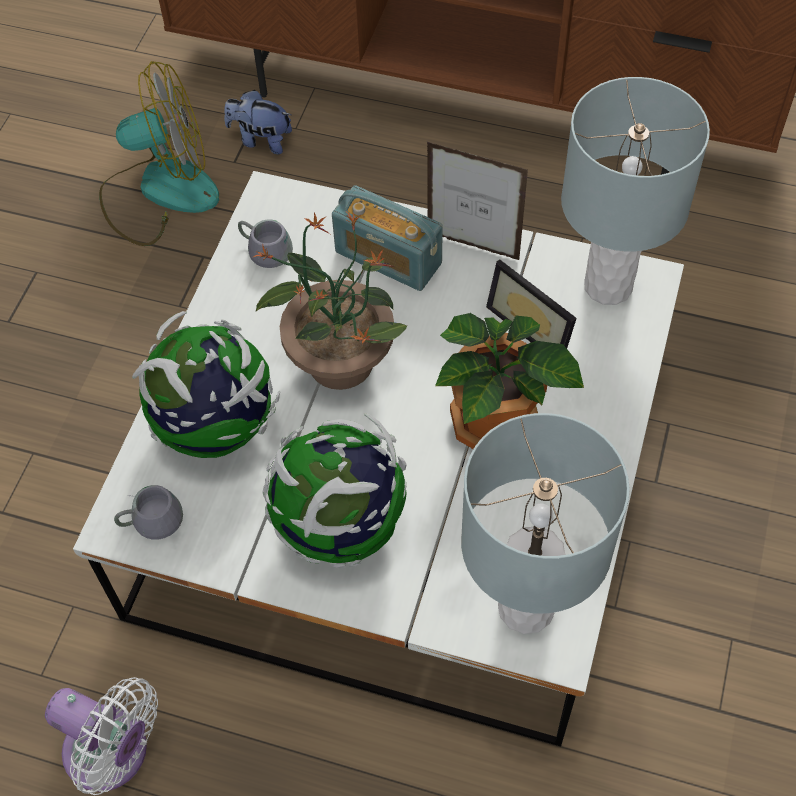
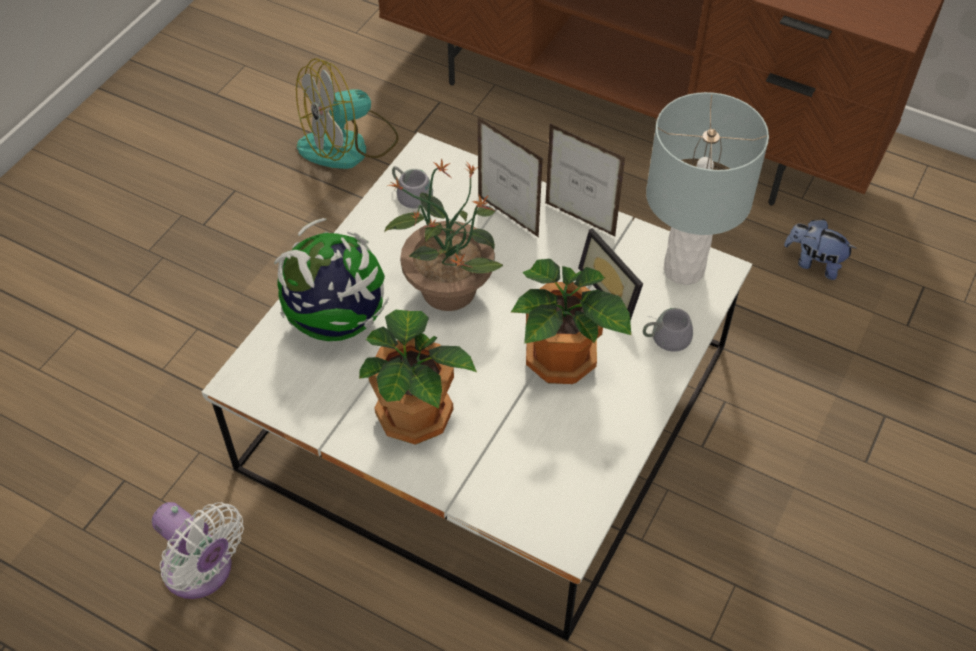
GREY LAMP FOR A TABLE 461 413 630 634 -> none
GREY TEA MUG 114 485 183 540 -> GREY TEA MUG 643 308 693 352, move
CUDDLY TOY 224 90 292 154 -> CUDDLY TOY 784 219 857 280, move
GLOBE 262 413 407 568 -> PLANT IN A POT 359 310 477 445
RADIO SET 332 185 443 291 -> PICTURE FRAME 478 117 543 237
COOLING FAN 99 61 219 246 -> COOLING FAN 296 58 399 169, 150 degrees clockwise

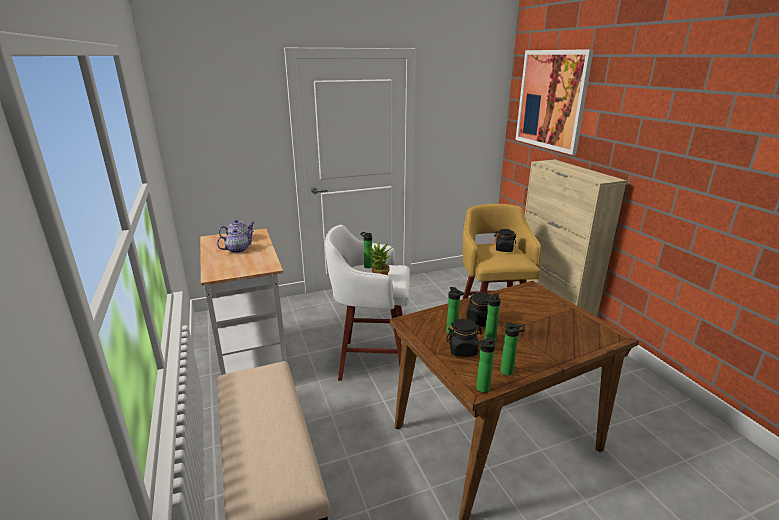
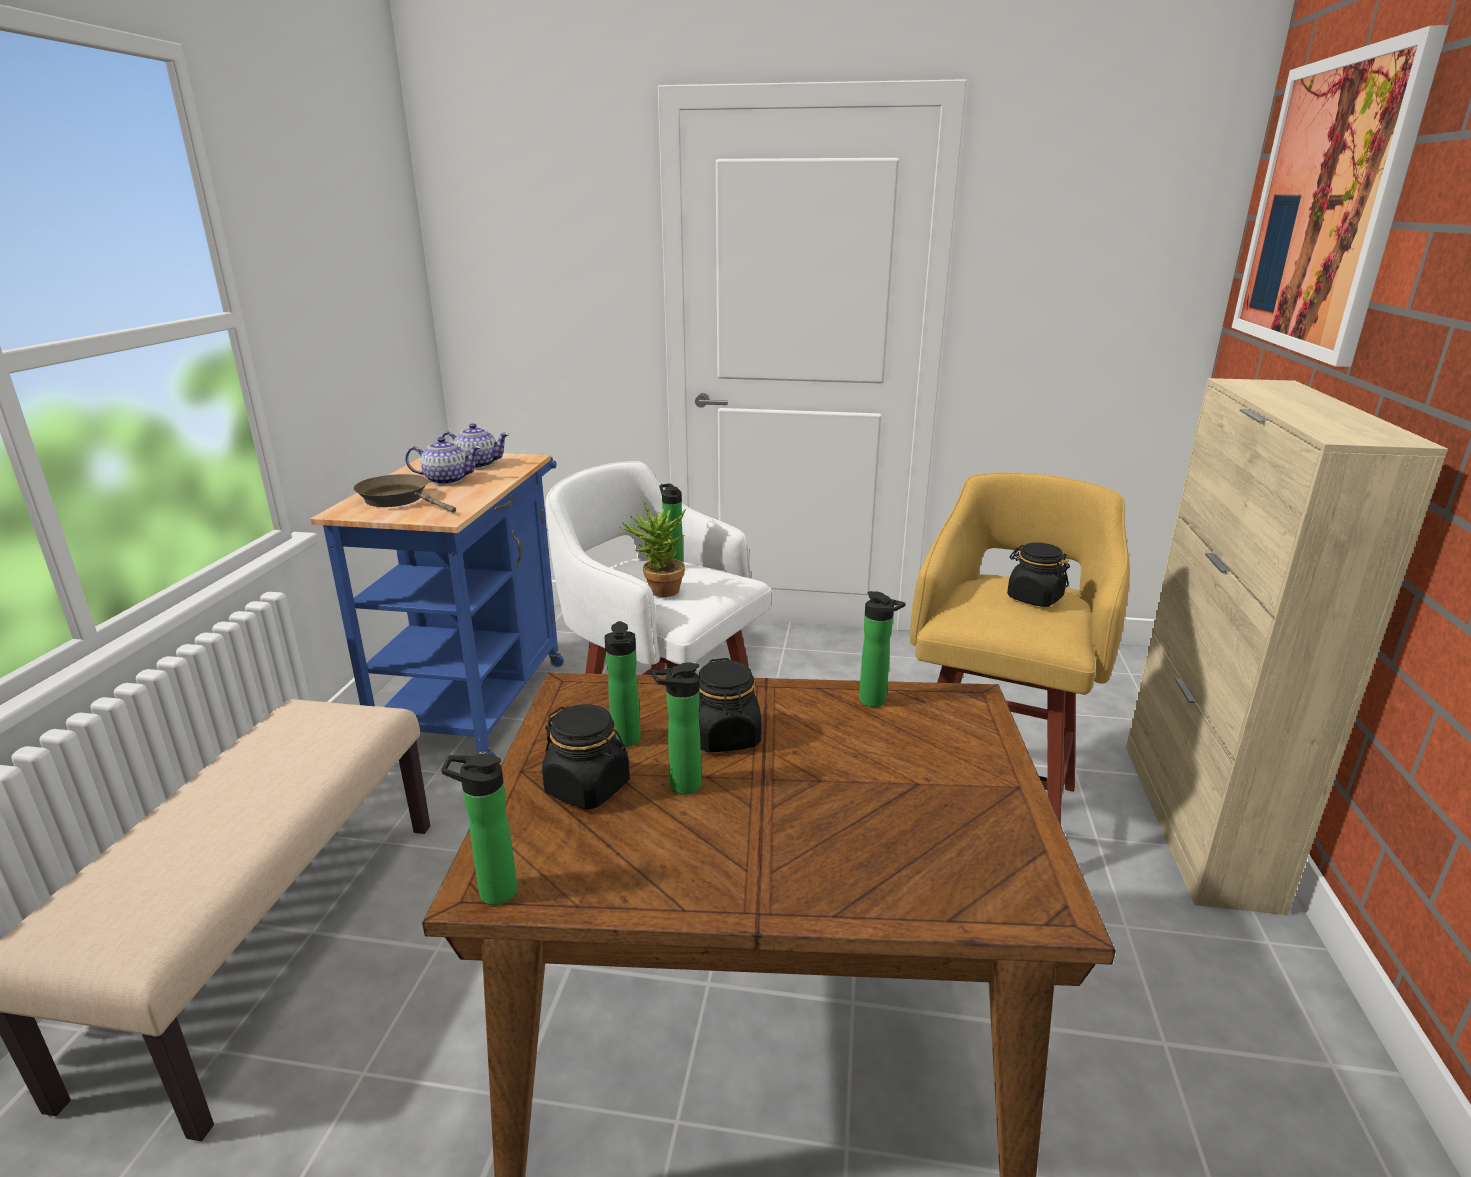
none -> BROWN-COLOURED FRYING PAN 353 474 456 513
BEVERAGE BOTTLE 500 323 525 376 -> BEVERAGE BOTTLE 859 591 906 707, move
WHITE TROLLEY 200 229 287 375 -> BLUE-COLOURED TROLLEY 310 453 564 756

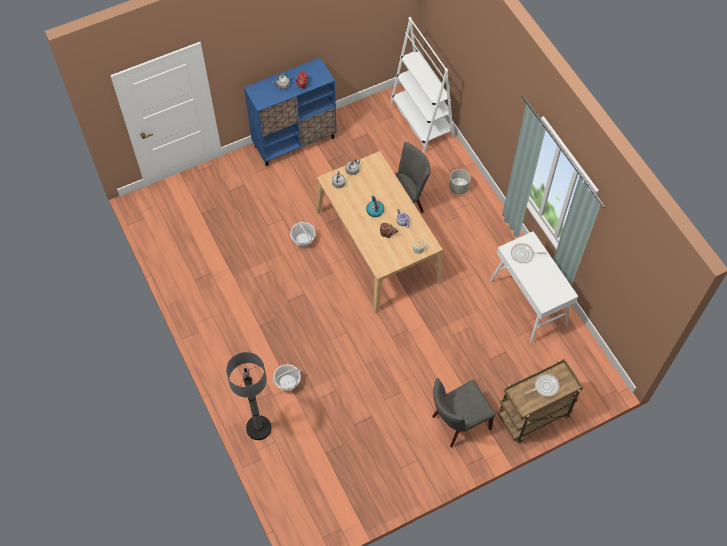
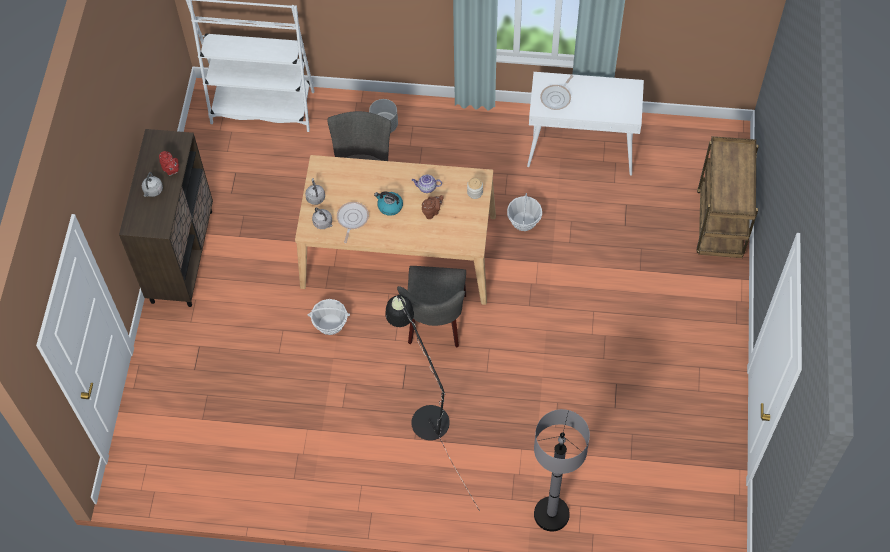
none -> BLACK STANDARD LAMP 385 295 480 511
HOUSEHOLD BASKET 273 364 301 391 -> HOUSEHOLD BASKET 507 193 542 231, move
GREY CHAIR 432 378 496 447 -> GREY CHAIR 397 266 466 348, move
FRYING PAN 524 374 560 397 -> FRYING PAN 337 202 369 243, move
BLUE-COLOURED STORAGE CABINET 244 58 337 166 -> BROWN-COLOURED STORAGE CABINET 119 129 213 307

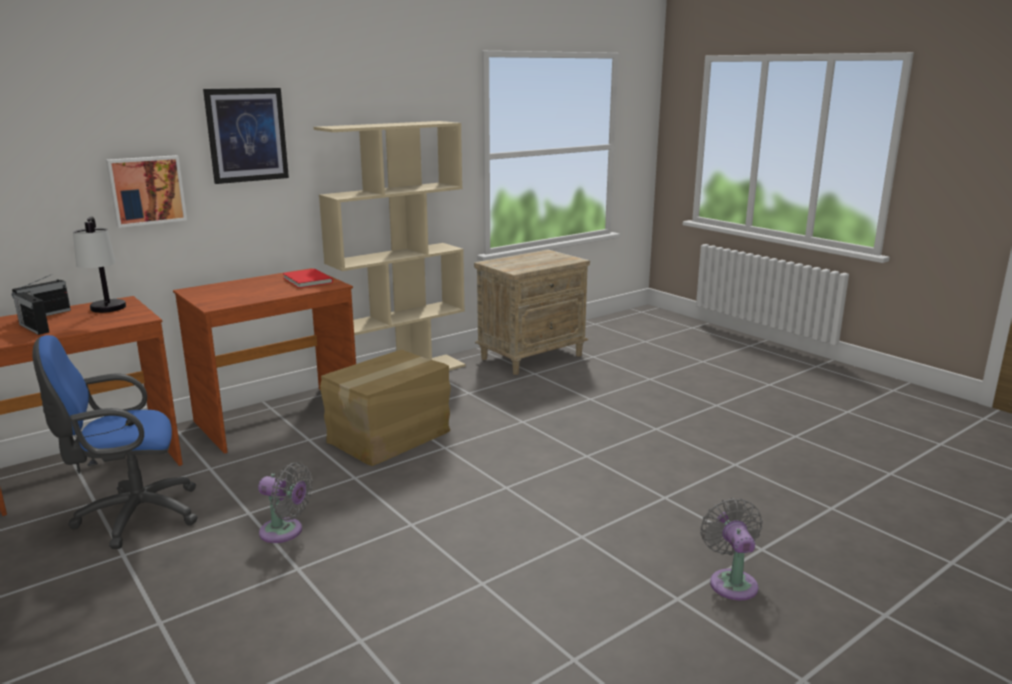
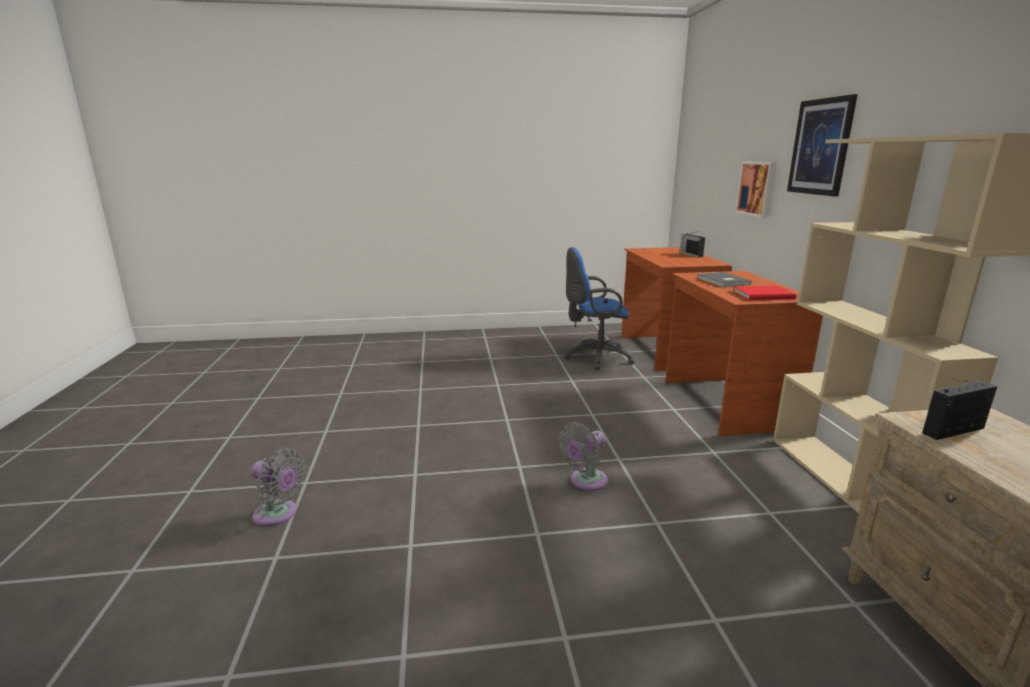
LAMP FOR A TABLE 73 216 126 313 -> none
CARTON 320 350 451 466 -> none
none -> GREY BOUND BOOK 697 272 751 287
RADIO SET 13 291 49 335 -> RADIO SET 922 379 997 440, move
GREY COOLING FAN 258 462 312 543 -> GREY COOLING FAN 559 422 608 491, move
BLUE-COLOURED OFFICE CHAIR 32 335 198 549 -> BLUE-COLOURED OFFICE CHAIR 564 247 636 370, 105 degrees counterclockwise

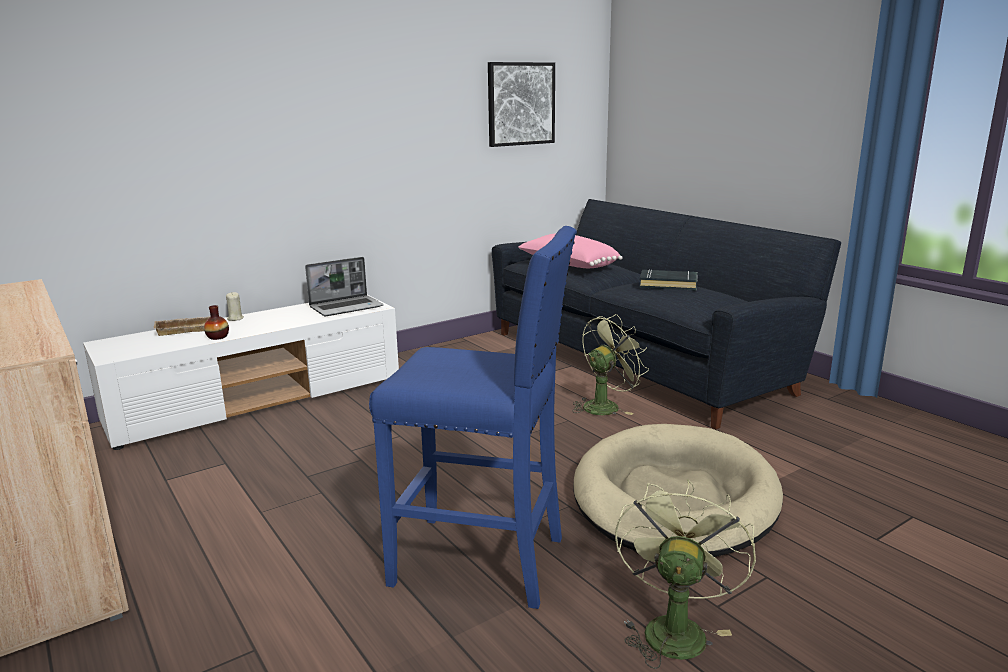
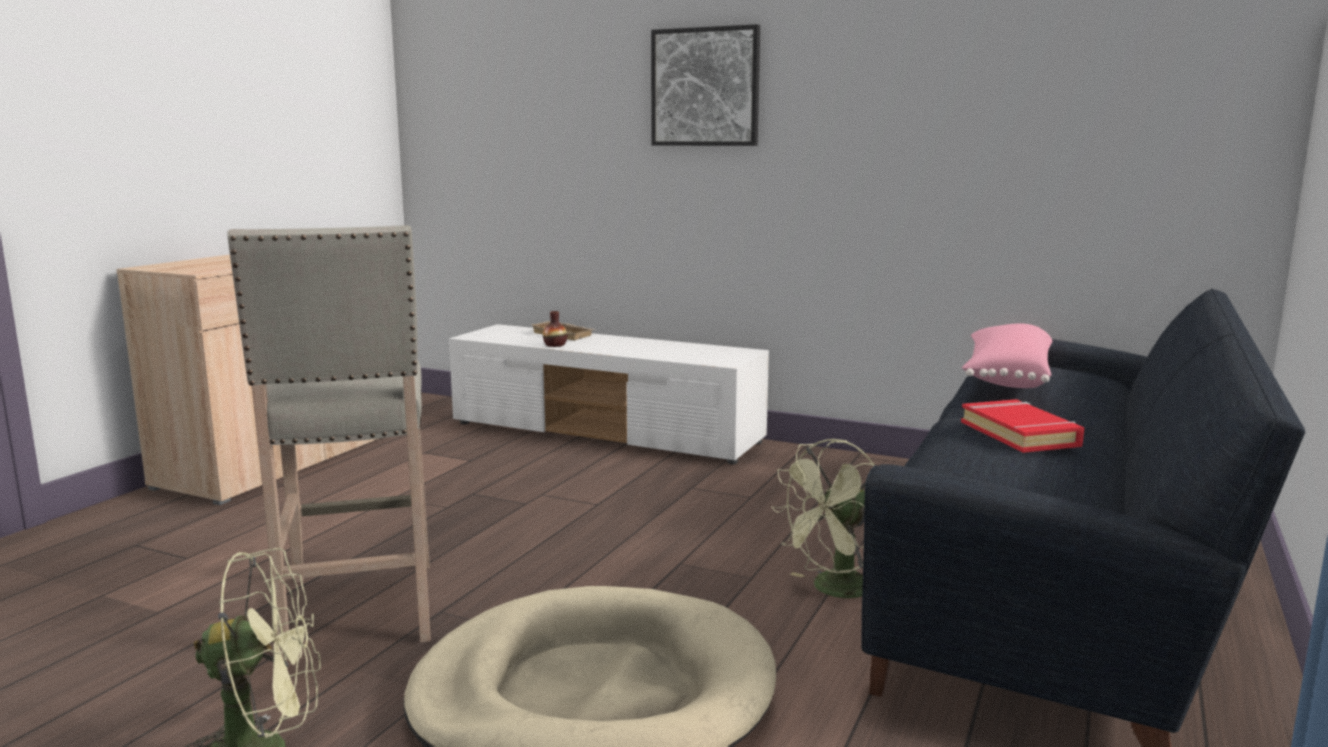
SAND-COLOURED WAX CANDLE 226 292 244 321 -> none
PORTABLE COMPUTER 305 257 383 316 -> none
WALL PICTURE 488 62 555 147 -> WALL PICTURE 651 24 760 146, move
BLUE-COLOURED SITTING STOOL 369 226 577 609 -> SAND-COLOURED SITTING STOOL 227 225 431 660
BLACK BOUND BOOK 639 269 697 291 -> REDDISH BOUND BOOK 961 399 1084 453
GREEN COOLING FAN 573 314 649 415 -> GREEN COOLING FAN 771 439 875 598, 120 degrees clockwise

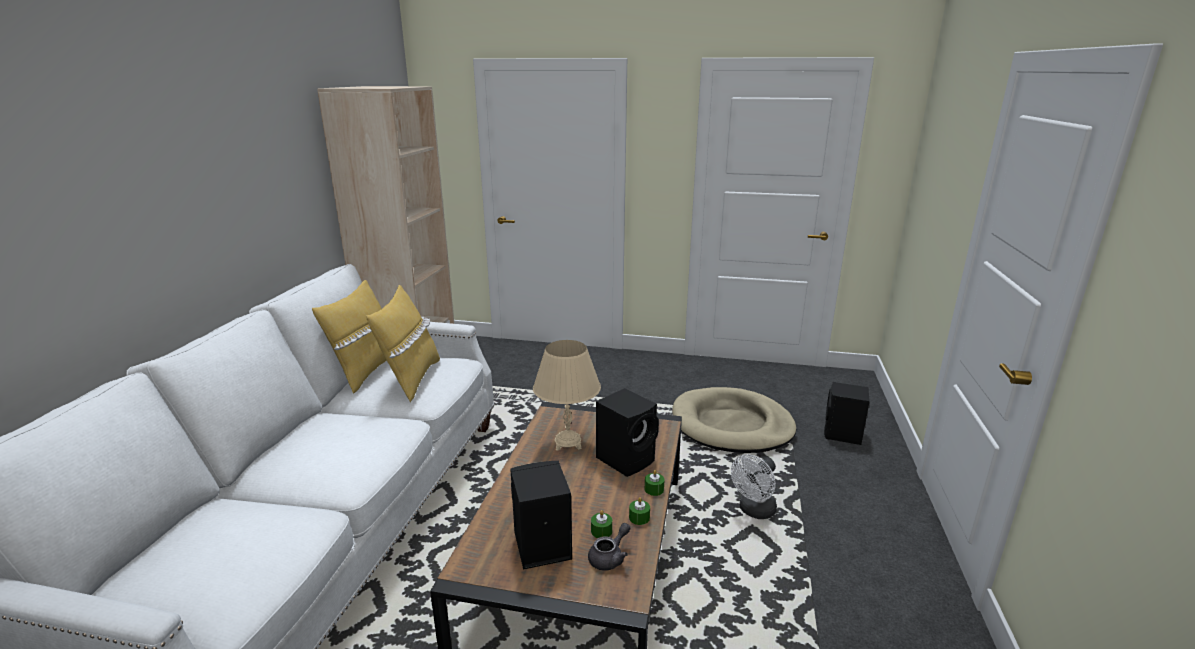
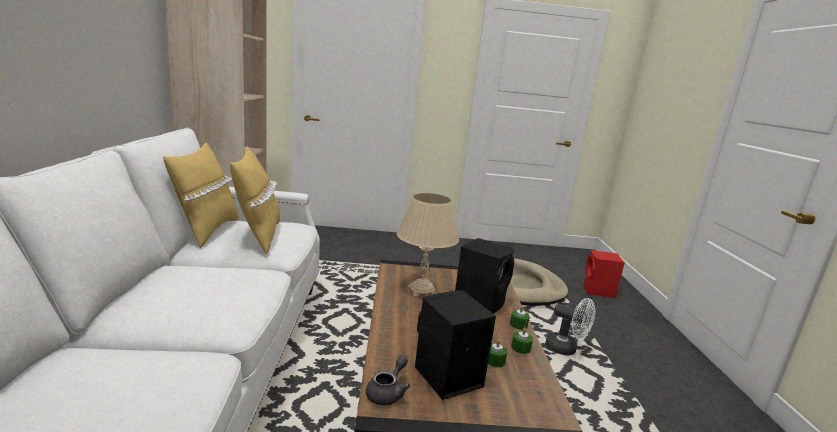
GREY POT FOR TEA 588 523 630 571 -> GREY POT FOR TEA 366 355 410 406, move
BLACK LOUDSPEAKER 824 382 870 445 -> REDDISH LOUDSPEAKER 583 250 625 298
WHITE COOLING FAN 731 454 777 519 -> WHITE COOLING FAN 545 298 595 355, 90 degrees counterclockwise

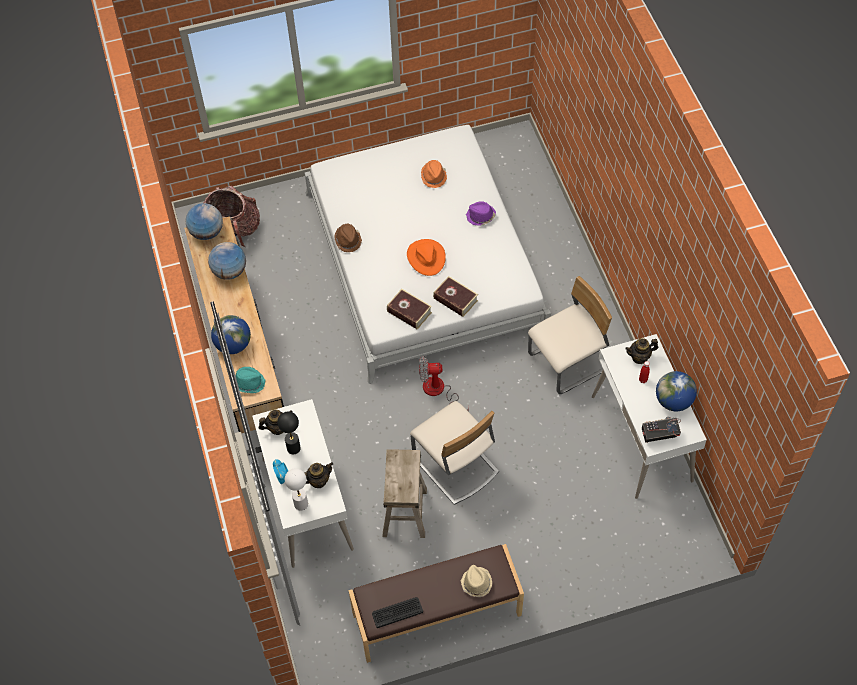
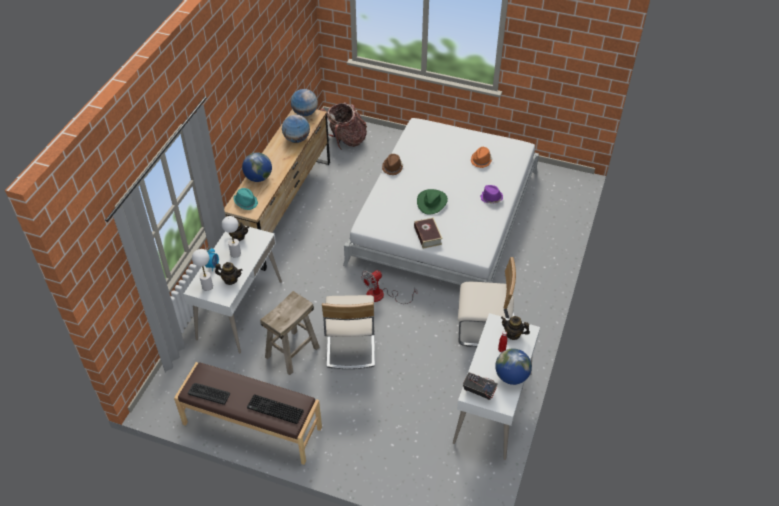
BOUND BOOK 387 289 432 330 -> none
SAND-COLOURED HAT 461 565 492 597 -> KEYBOARD 247 394 304 424
BLACK LAMP FOR A TABLE 277 412 301 454 -> WHITE LAMP FOR A TABLE 222 216 241 258
ORANGE-COLOURED HAT 407 239 446 276 -> GREEN HAT 417 189 448 215
COOLING FAN 419 356 469 412 -> COOLING FAN 361 270 417 304, 75 degrees counterclockwise

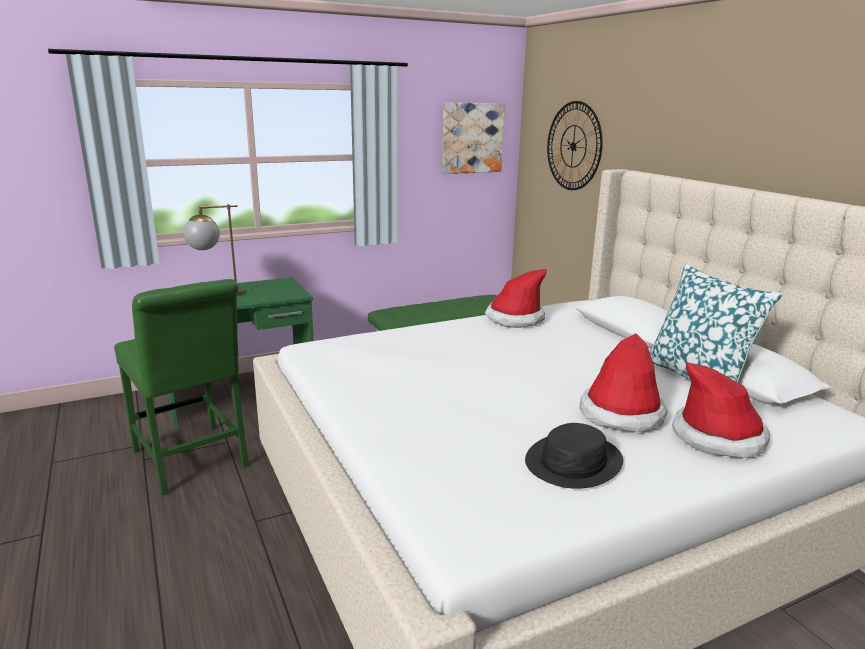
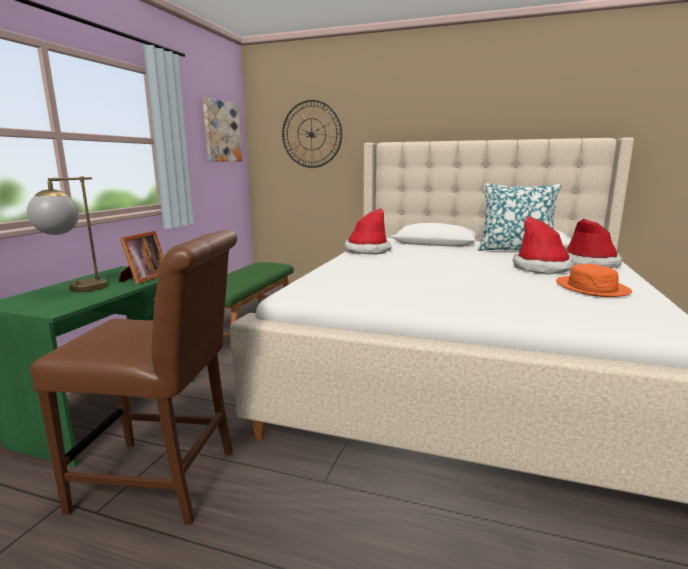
none -> PICTURE FRAME 119 231 164 284
GREEN CHAIR 114 279 249 496 -> BROWN-COLOURED CHAIR 30 230 237 524
BLACK HAT 525 423 623 489 -> ORANGE-COLOURED HAT 556 264 632 297

